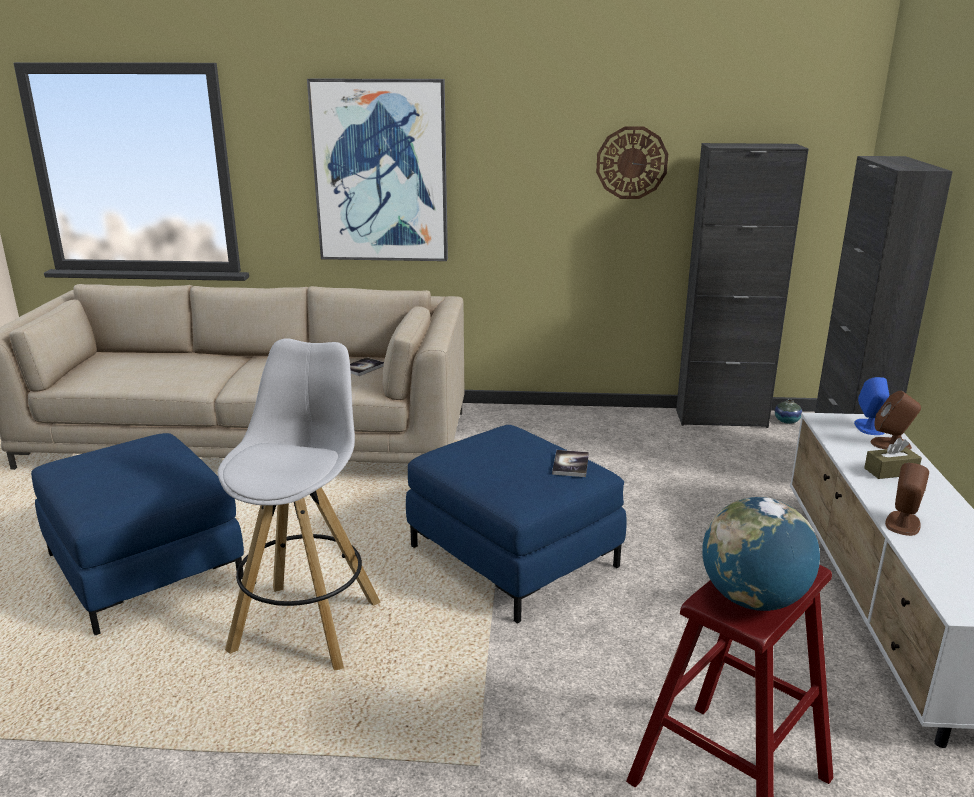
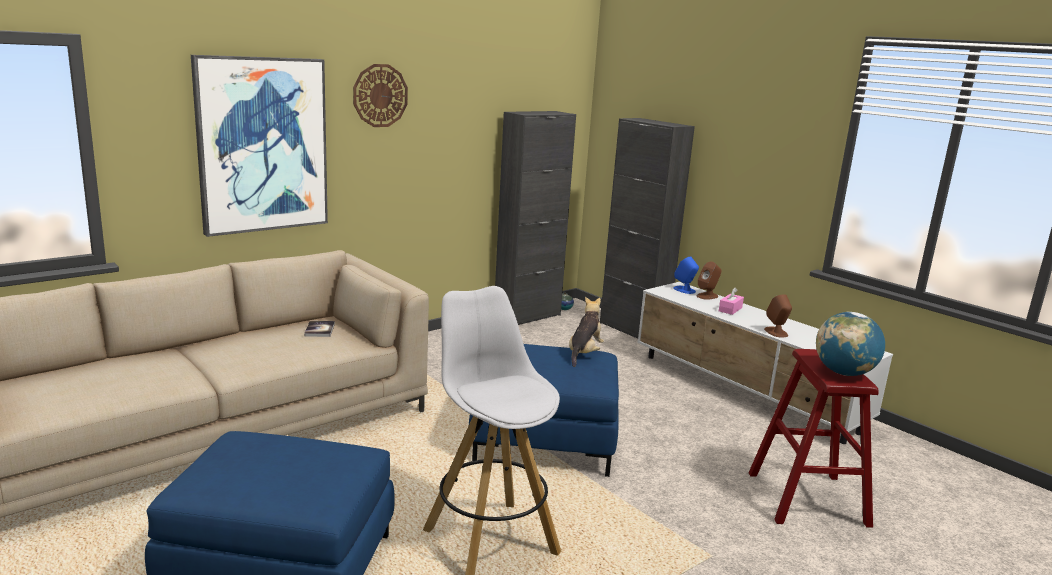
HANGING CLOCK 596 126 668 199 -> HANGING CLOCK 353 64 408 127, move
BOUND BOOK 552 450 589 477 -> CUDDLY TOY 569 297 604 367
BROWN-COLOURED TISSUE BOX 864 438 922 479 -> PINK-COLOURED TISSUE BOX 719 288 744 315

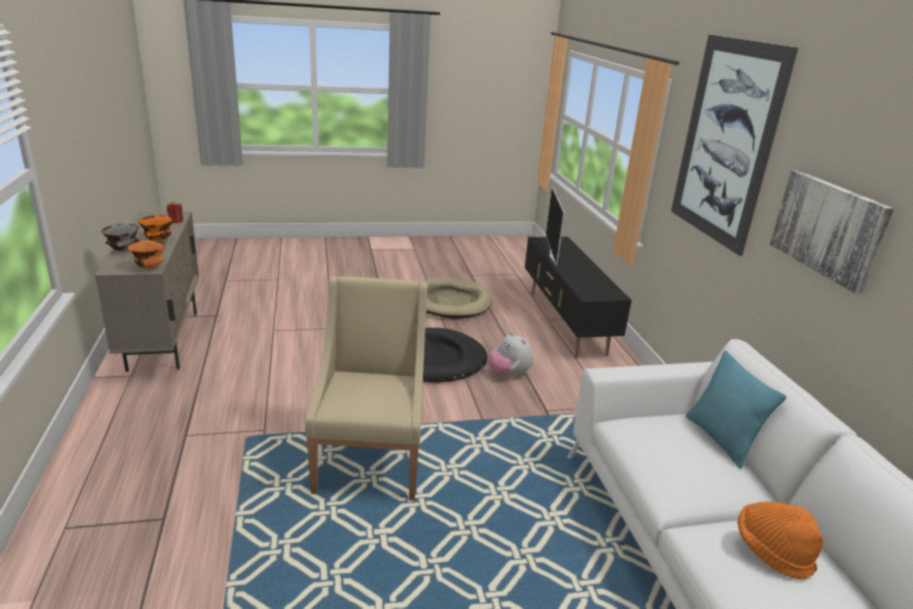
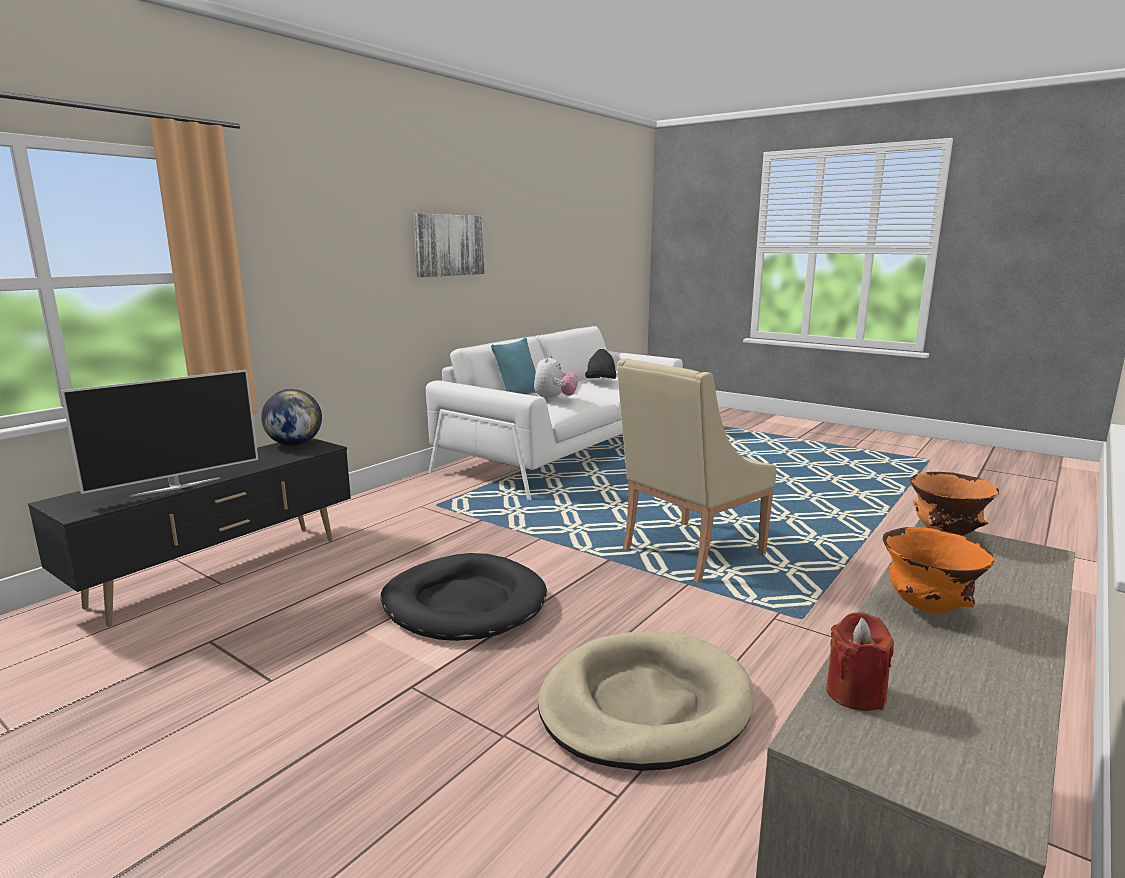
GREY BOWL 101 224 139 251 -> none
WALL PICTURE 671 35 798 256 -> none
none -> GLOBE 261 389 322 446
SAND-COLOURED DOG BED 424 278 491 319 -> SAND-COLOURED DOG BED 538 631 754 771, move
CUDDLY TOY 488 332 533 376 -> CUDDLY TOY 534 355 578 401, move
ORANGE-COLOURED HAT 737 502 823 579 -> BLACK HAT 585 349 616 379

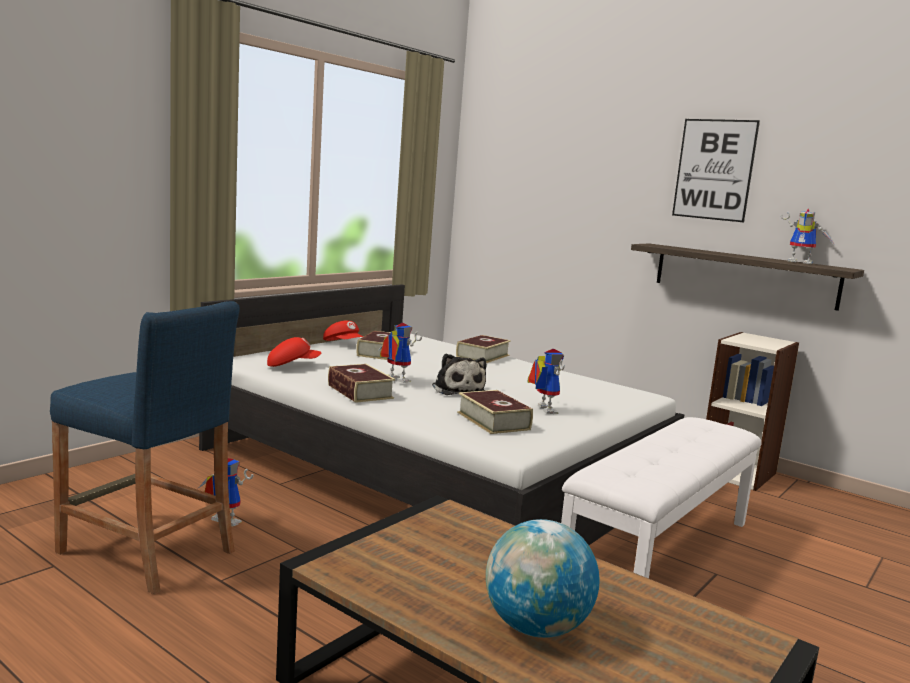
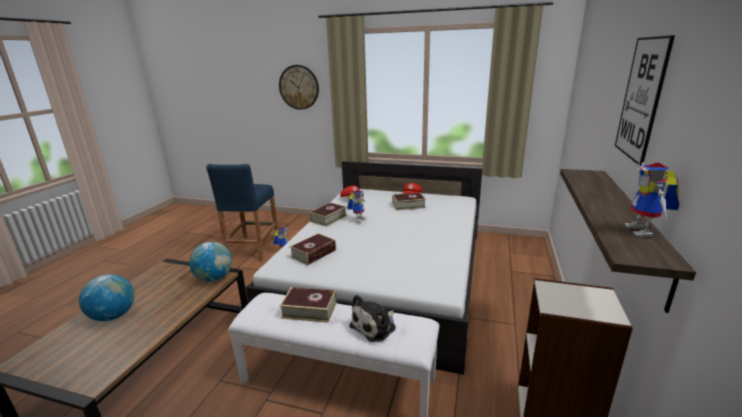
ROBOT FIGURE 527 349 565 414 -> none
none -> GLOBE 189 242 232 282
none -> HANGING CLOCK 279 65 319 110
CUDDLY TOY 432 353 486 395 -> CUDDLY TOY 349 295 396 342, move
BOUND BOOK 456 335 511 363 -> BOUND BOOK 279 287 337 323, move

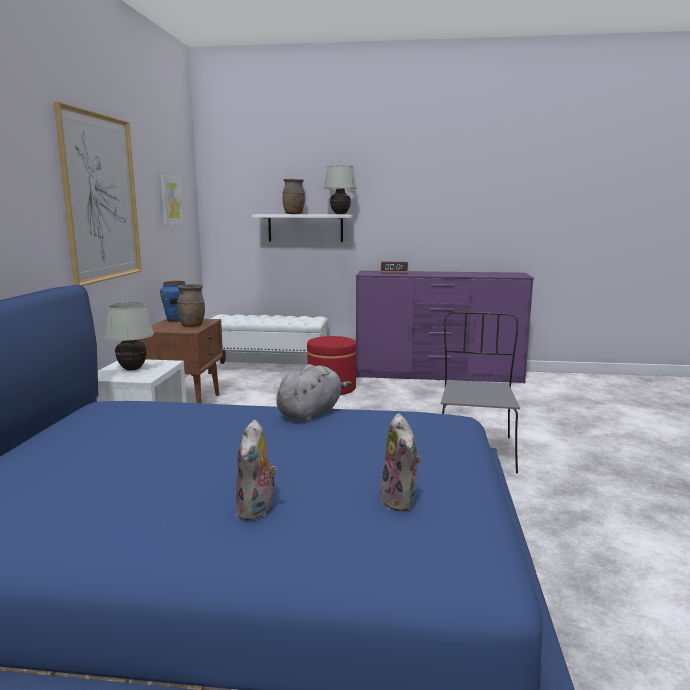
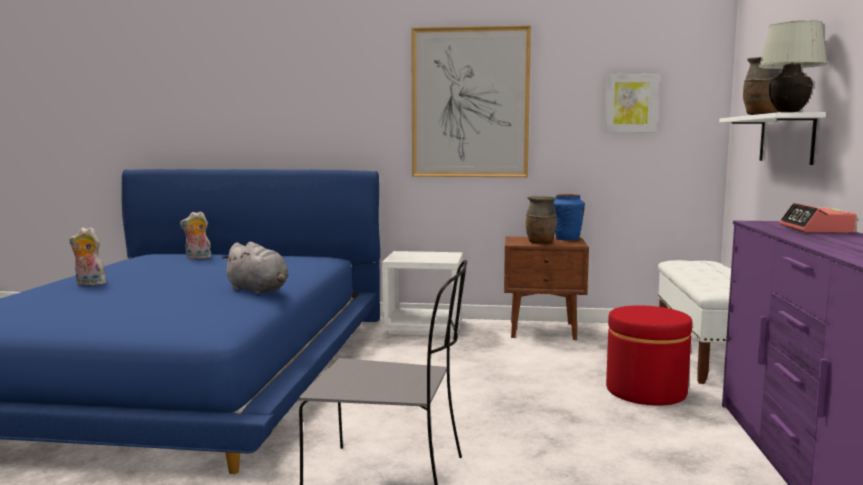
WHITE LAMP FOR A TABLE 105 302 154 371 -> none
CUDDLY TOY 380 413 422 512 -> CUDDLY TOY 180 211 211 259, move

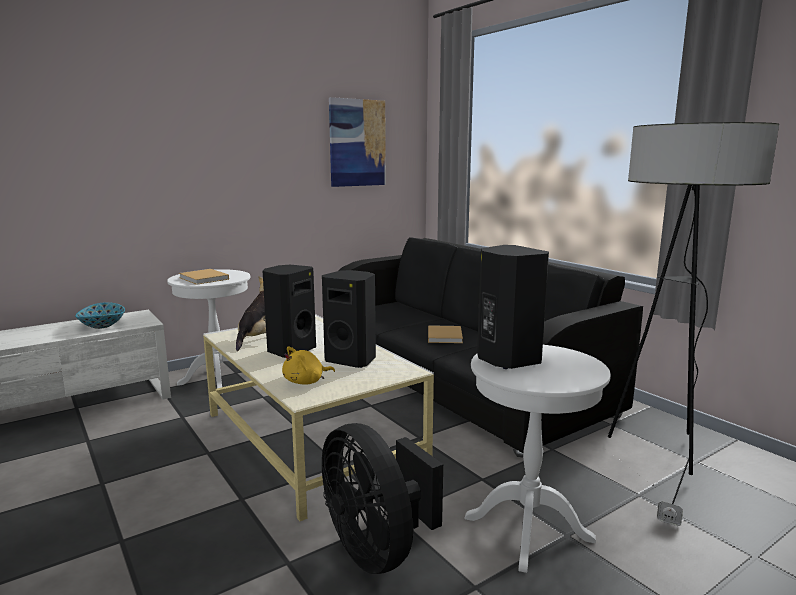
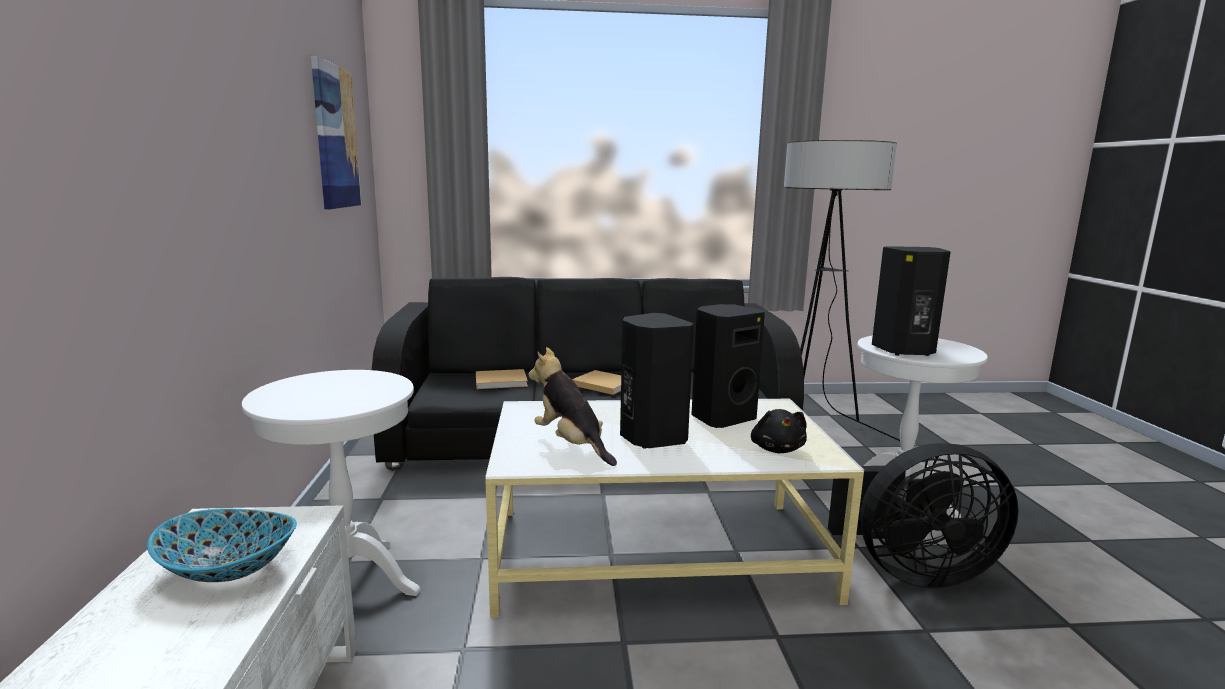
SAND-COLOURED BOUND BOOK 179 269 229 285 -> SAND-COLOURED BOUND BOOK 476 369 528 389, move
YELLOW-COLOURED CUDDLY TOY 282 347 335 385 -> BLACK CUDDLY TOY 751 409 807 453

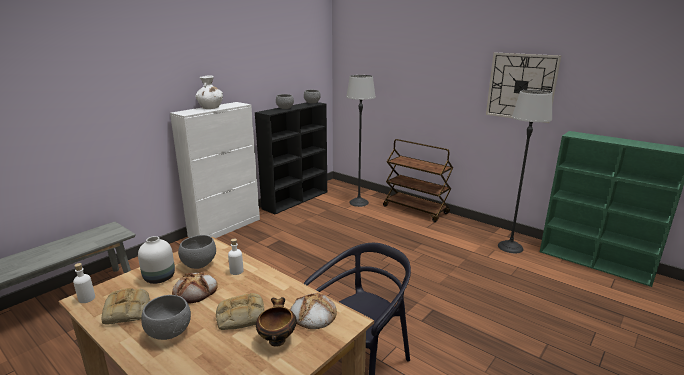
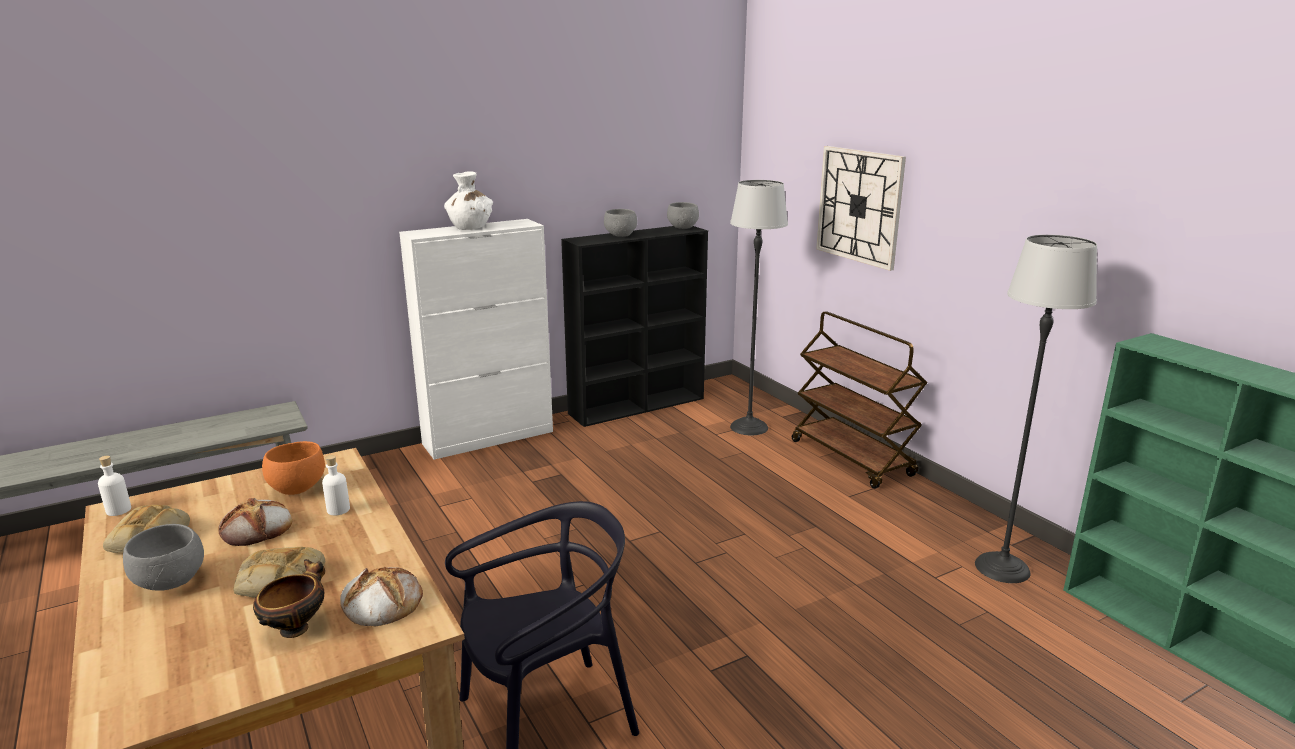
WHITE VASE 138 236 175 284 -> none
HANGING CLOCK 486 53 561 123 -> HANGING CLOCK 816 146 906 271, move
GREY BOWL 178 235 216 269 -> ORANGE-COLOURED BOWL 262 441 325 495

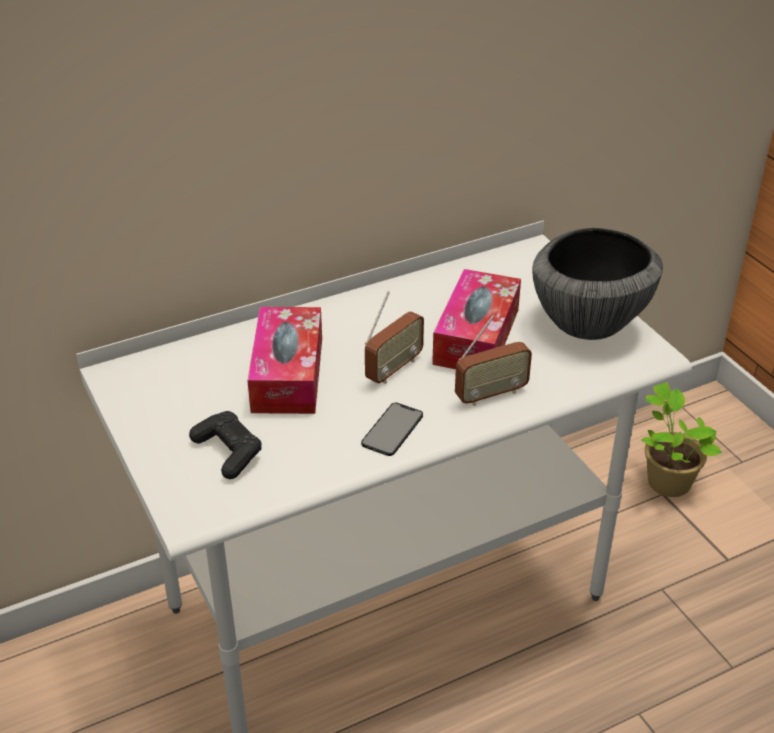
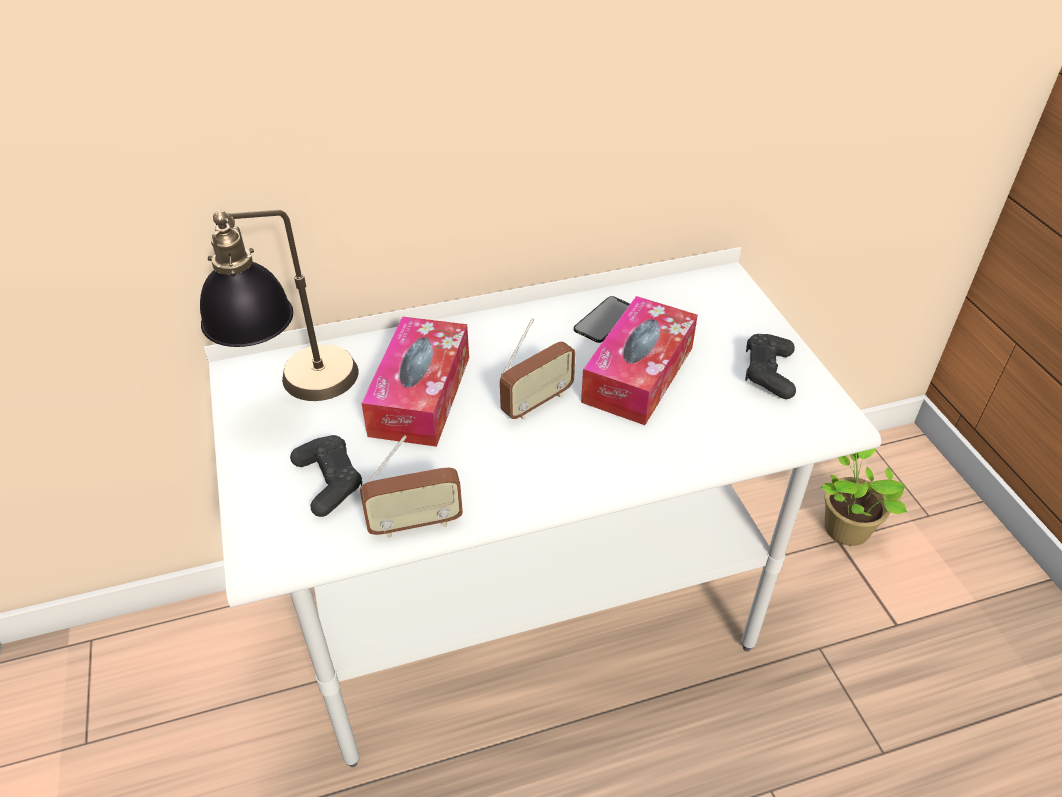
none -> LAMP FOR A TABLE 200 210 359 401
PHONE 361 403 423 456 -> PHONE 574 296 630 343, move
RADIO SET 455 314 532 406 -> RADIO SET 360 435 463 538, move
BOWL 533 228 663 340 -> BLACK JOYPAD 745 334 796 399

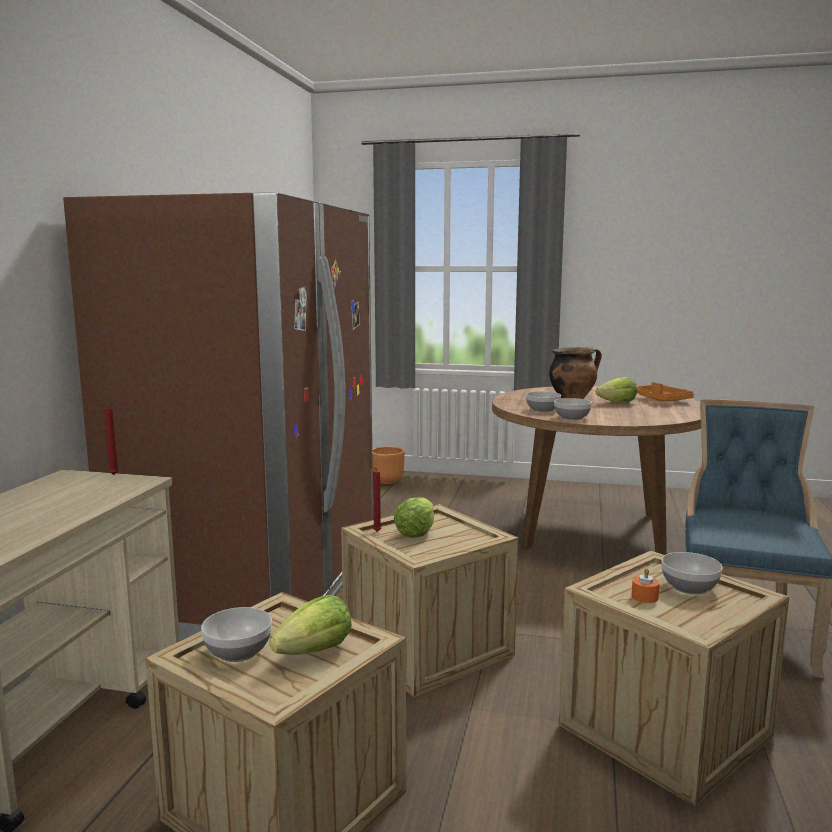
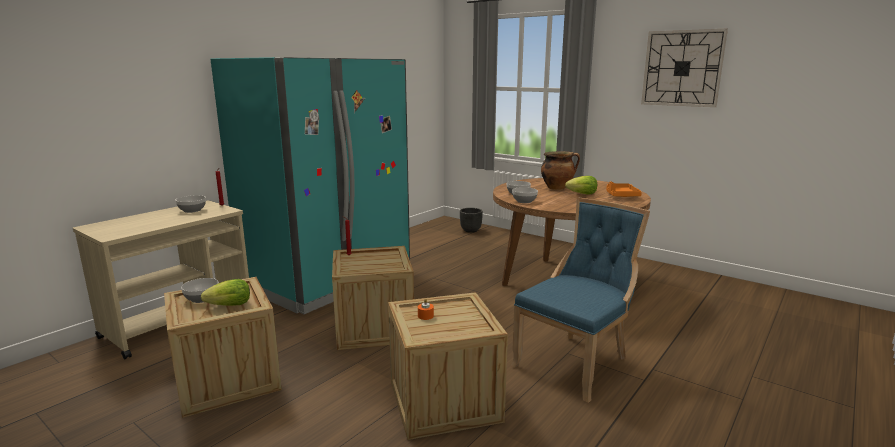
LETTUCE 394 497 434 538 -> none
none -> HANGING CLOCK 641 29 728 107
BOWL 662 552 723 595 -> BOWL 176 195 206 213, move
BROWN-COLOURED KITCHEN FRIDGE 63 192 373 641 -> TURQUOISE-COLOURED KITCHEN FRIDGE 210 57 410 314
ORANGE-COLOURED PLANT POT 372 446 405 484 -> BLACK PLANT POT 460 208 483 233

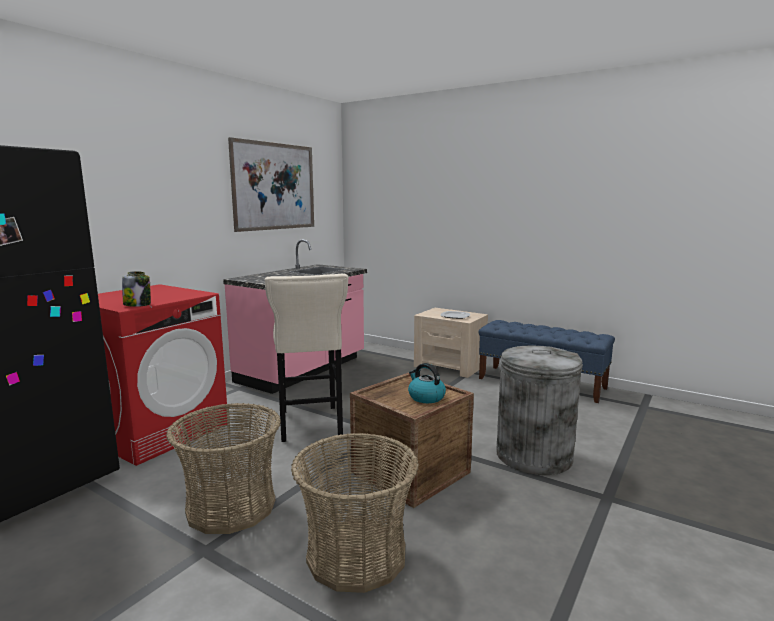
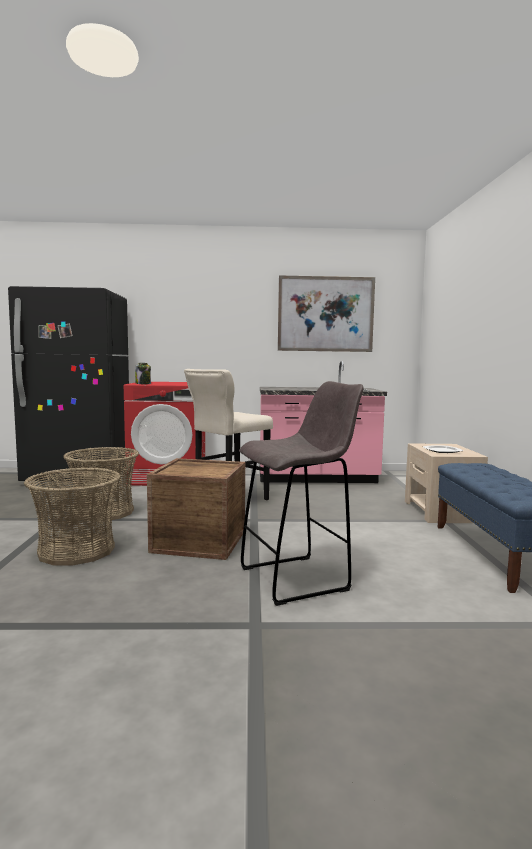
KETTLE 408 363 446 403 -> none
GREY WASTE BIN 496 346 583 475 -> GREY SITTING STOOL 239 381 364 606

